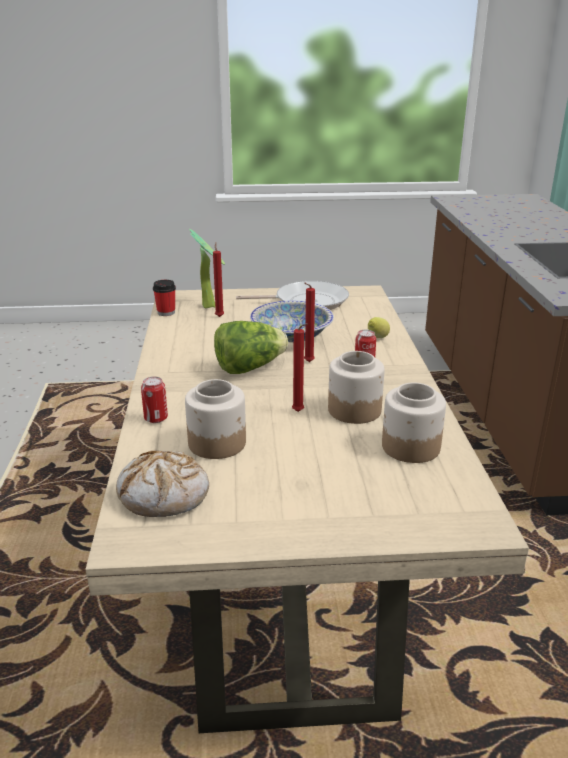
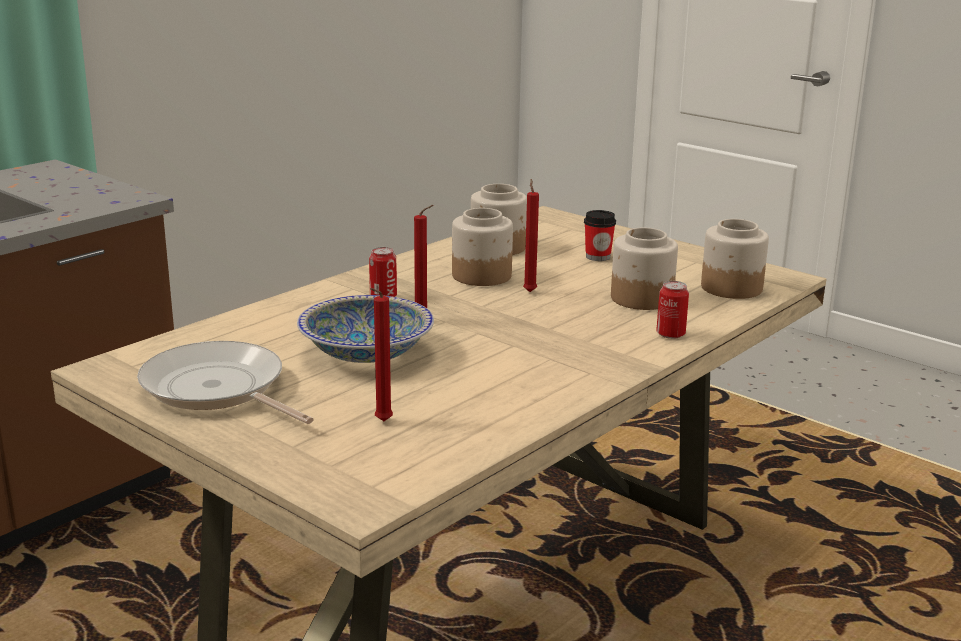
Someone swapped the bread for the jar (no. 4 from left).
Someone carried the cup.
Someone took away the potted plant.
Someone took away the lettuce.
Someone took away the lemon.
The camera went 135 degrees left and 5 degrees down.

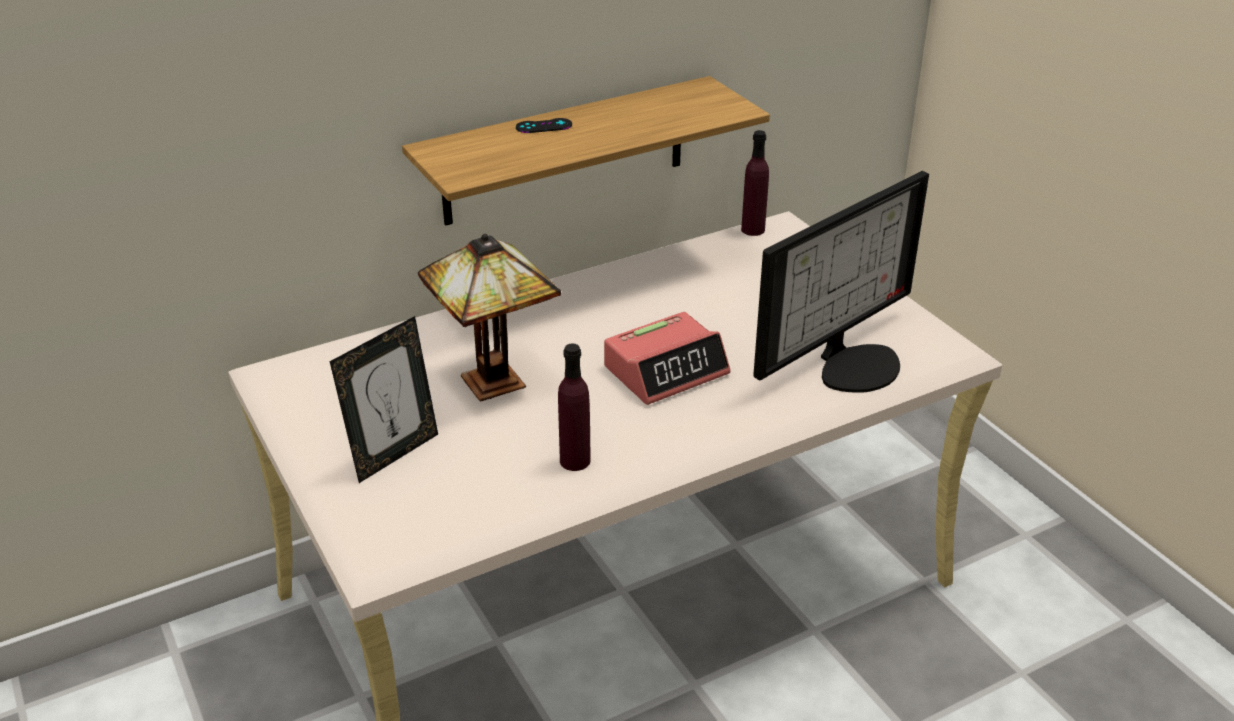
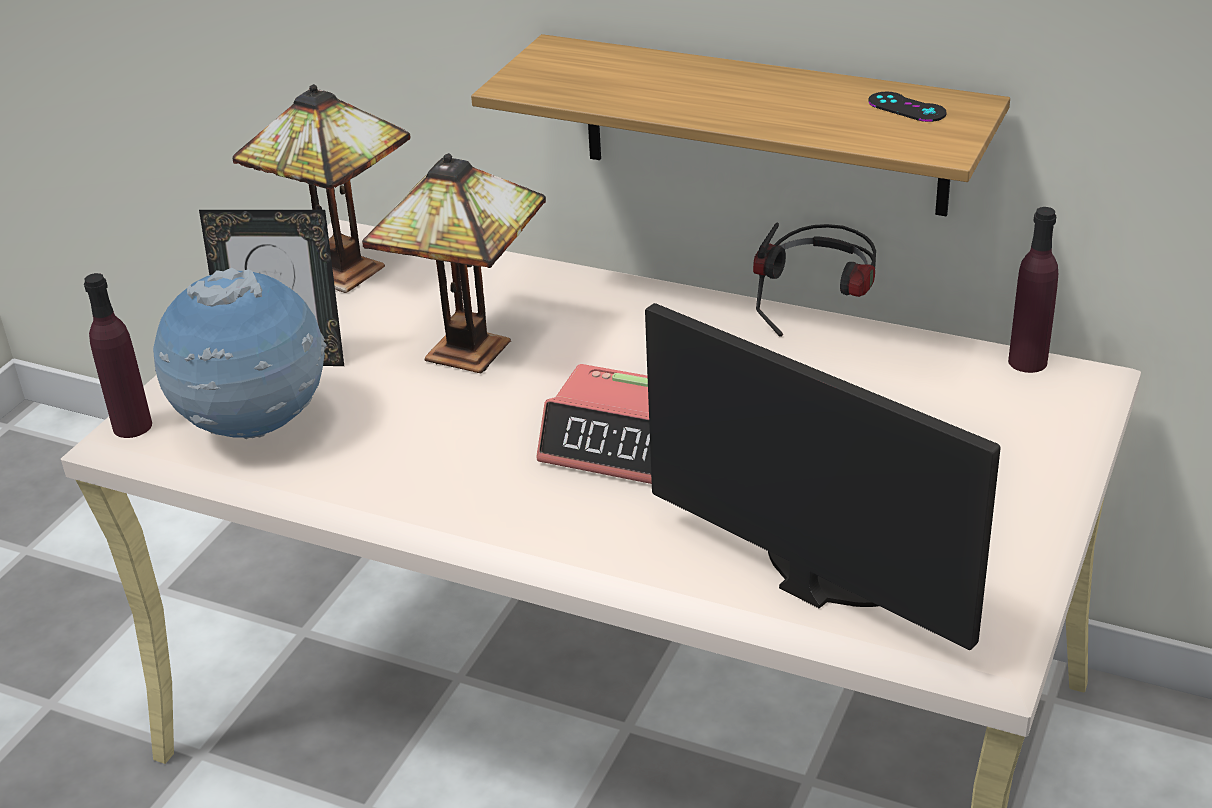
Someone carried the black game controller.
Someone carried the purple bottle (no. 1 from left).
Someone rotated the monitor by 150 degrees counterclockwise.
Someone put down the globe.
Someone put down the table lamp (no. 1 from left).
Someone put down the headphones.
The camera went 55 degrees right and 0 degrees up.

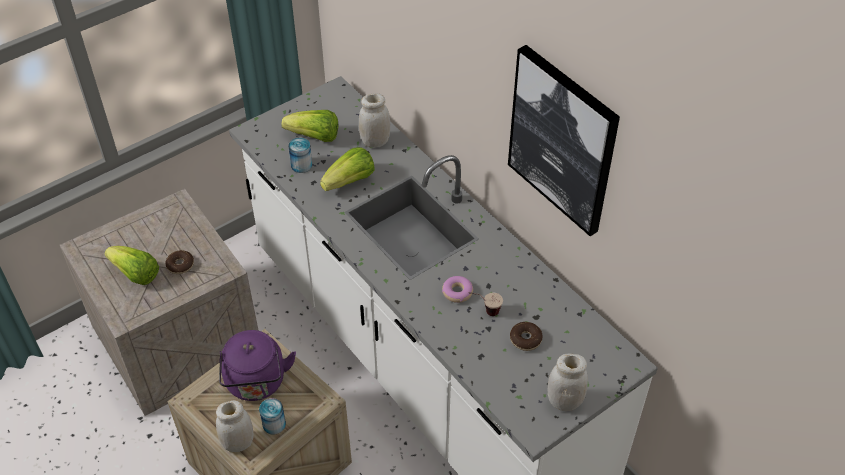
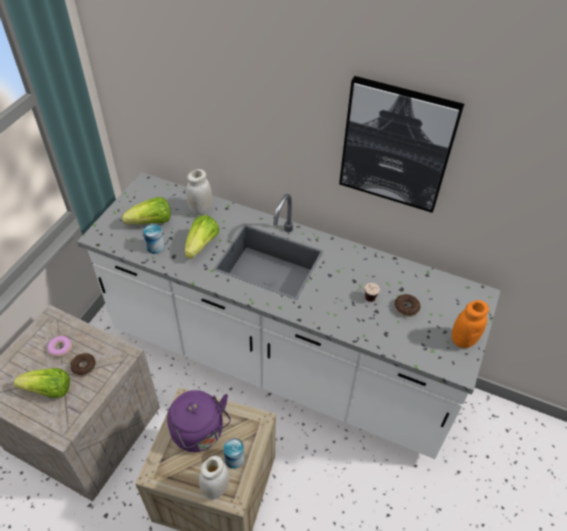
Someone carried the donut (no. 2 from left in the first image).
Someone repainted the white jar (no. 3 from left), which became the orange jar.
The camera went 30 degrees left and 0 degrees up.

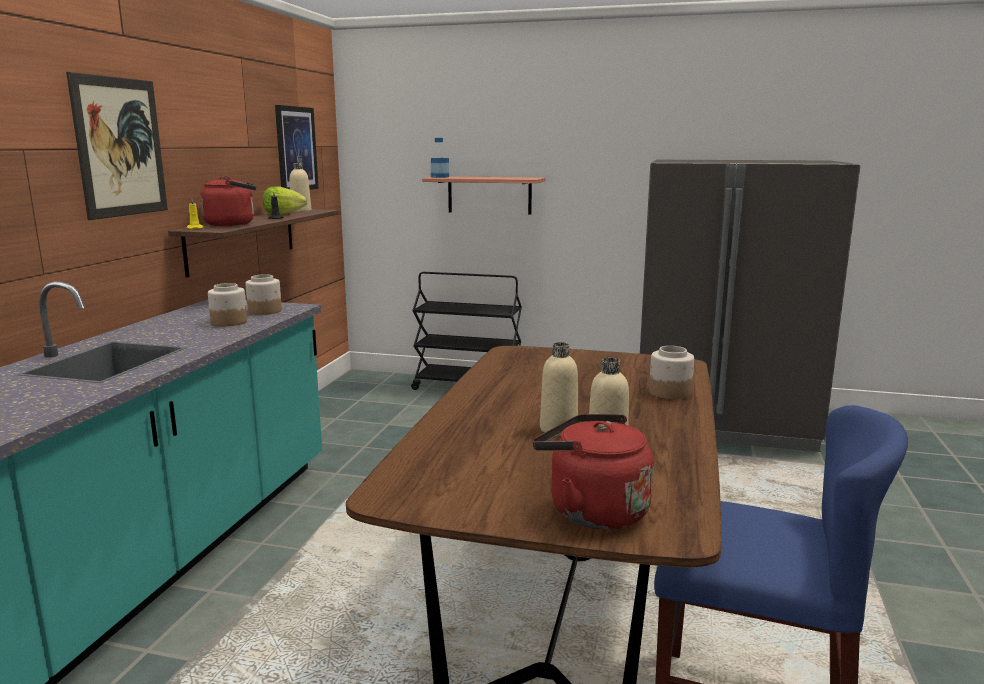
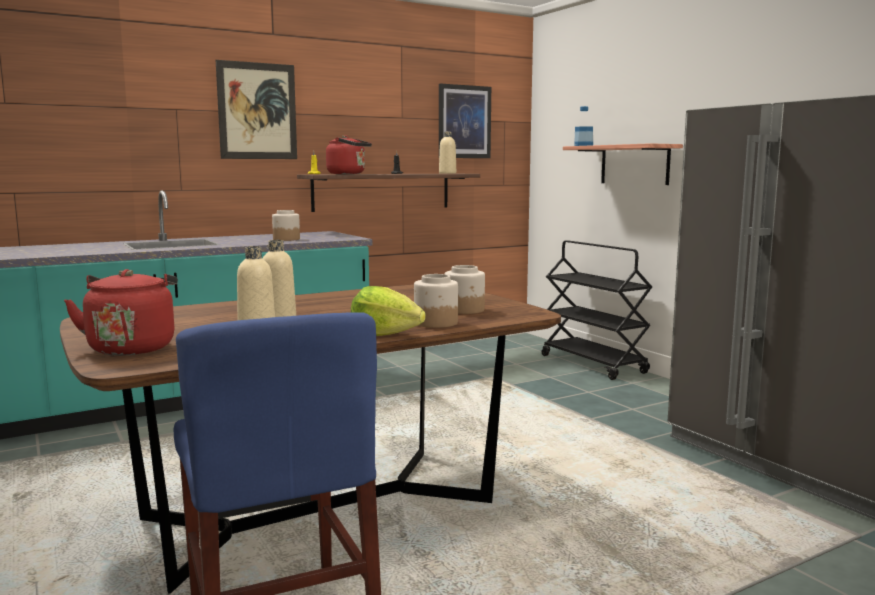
Someone carried the jar (no. 2 from left in the first image).
Someone carried the lettuce.
The camera went 45 degrees right and 5 degrees down.

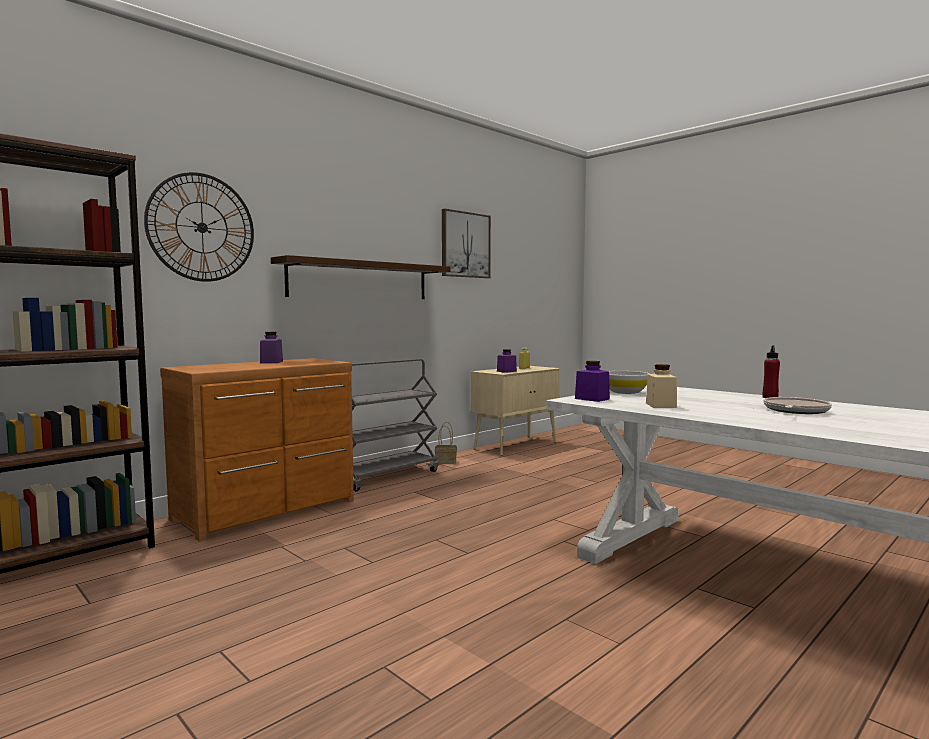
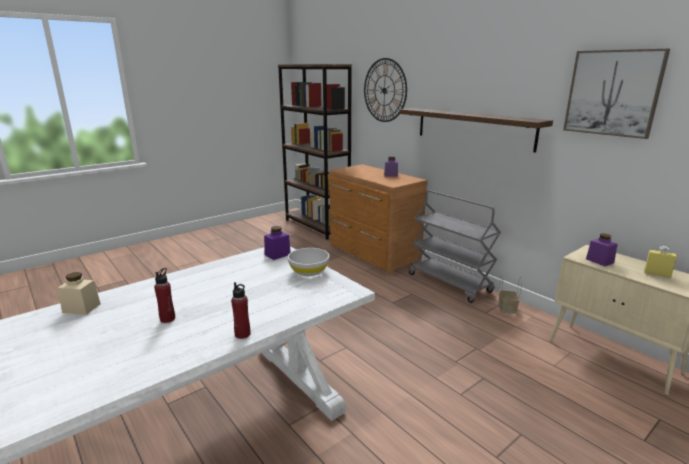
Someone carried the beige jar.
Someone swapped the frying pan for the red bottle (no. 1 from left).
The camera went 95 degrees right and 15 degrees up.

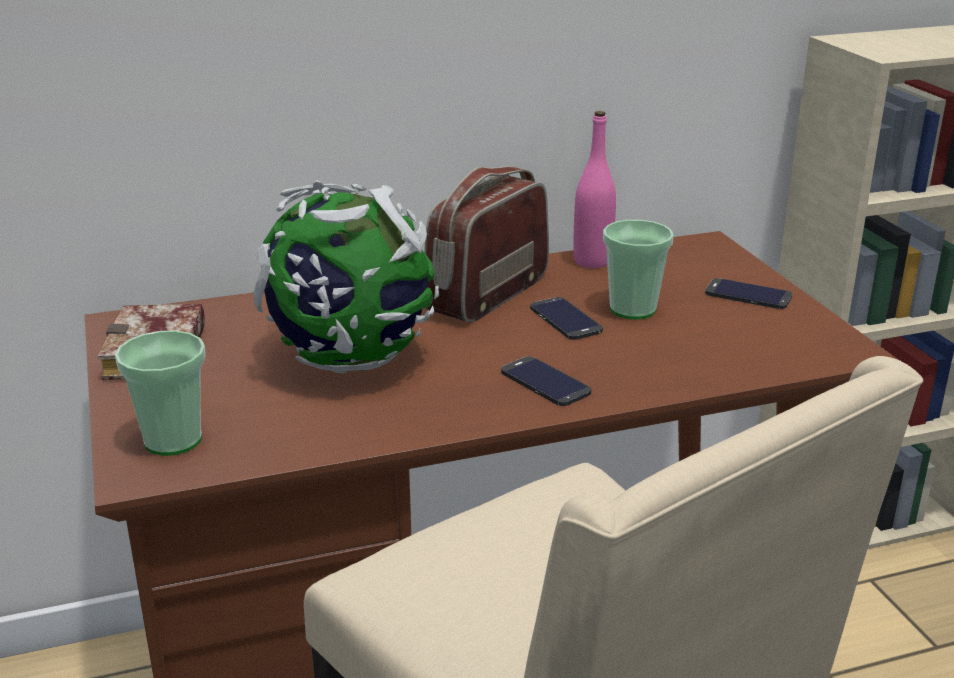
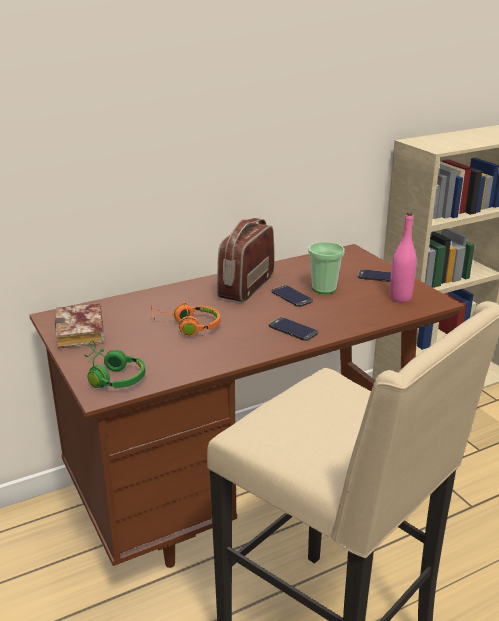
Someone swapped the cup (no. 1 from left) for the green headphones.
Someone swapped the globe for the orange headphones.
Someone carried the pink bottle.
The camera went 10 degrees left and 0 degrees up.

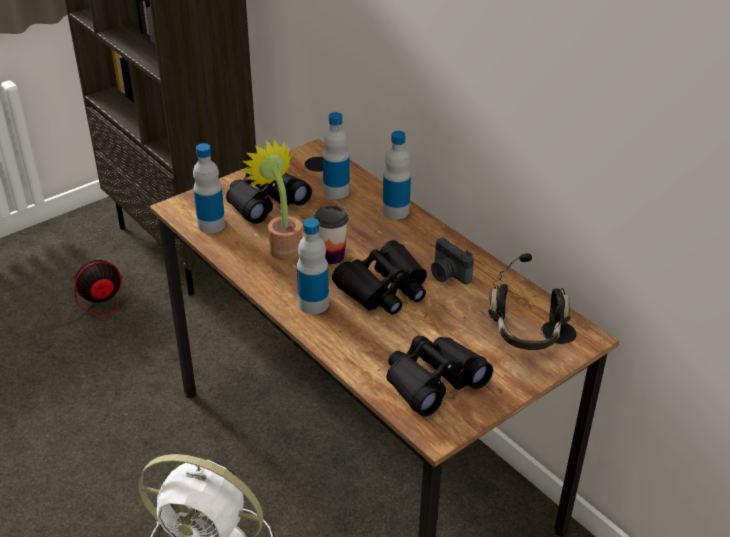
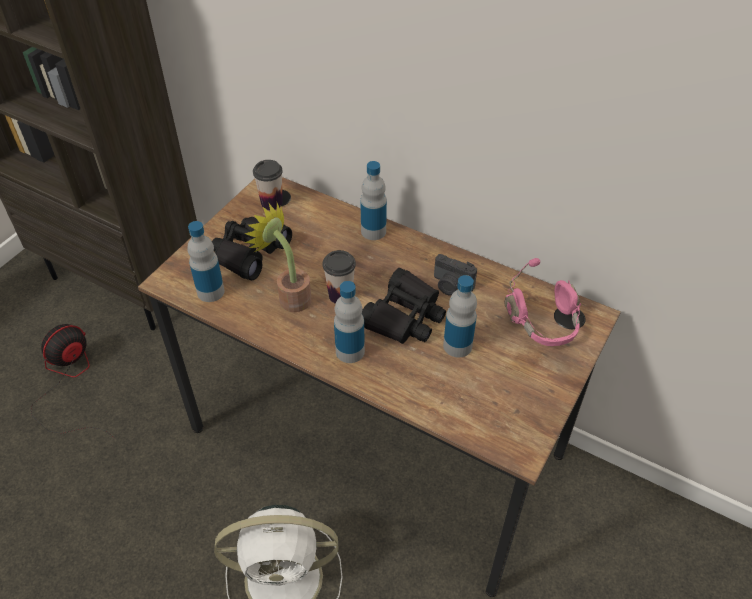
Someone carried the bottle (no. 3 from left in the first image).
Someone took away the black binoculars (no. 3 from left).
Someone repainted the black headphones, which became the pink headphones.
Someone put down the cup (no. 1 from left).
The camera went 20 degrees left and 10 degrees up.

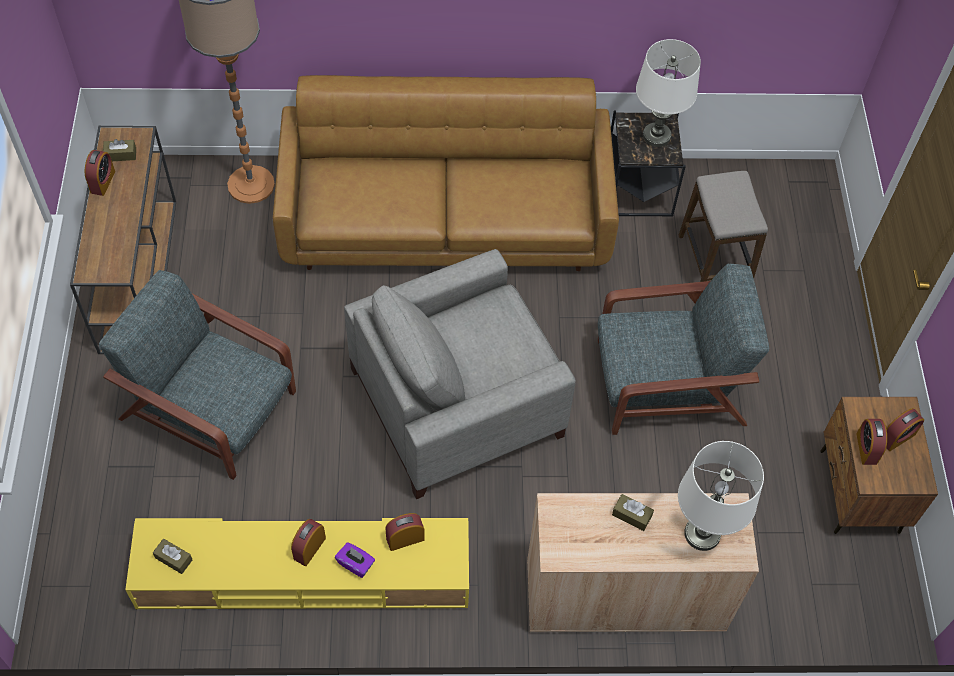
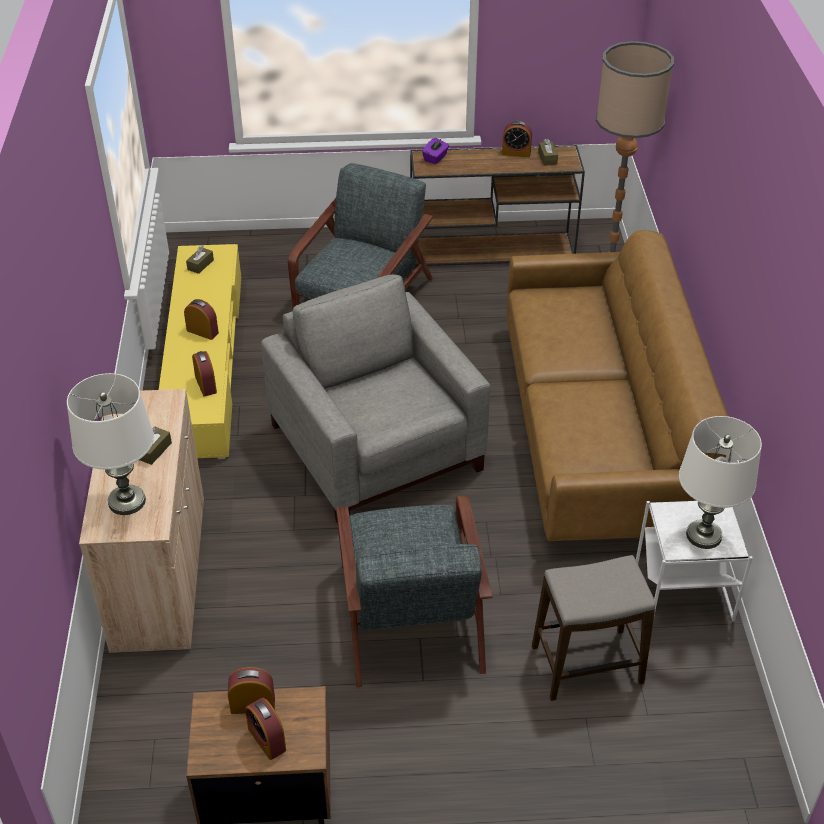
Someone carried the purple tissue box.
Someone repainted the black side table, which became the white side table.
The camera went 90 degrees right and 15 degrees down.

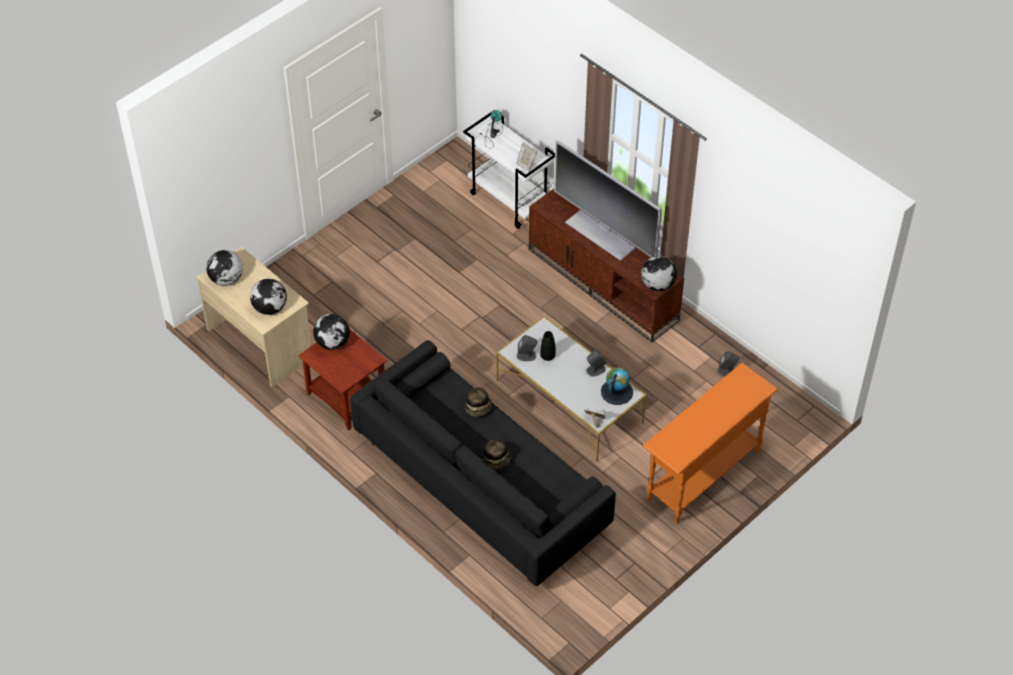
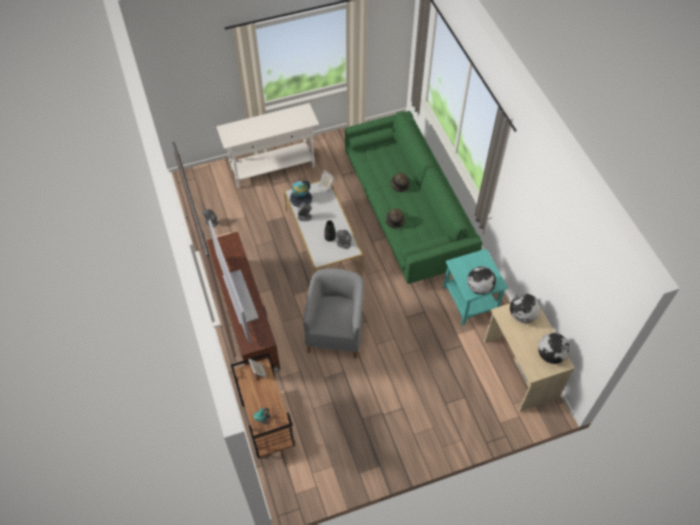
Someone repainted the brown side table, which became the turquoise side table.
Someone repainted the black sofa, which became the green sofa.
Someone repainted the white cart, which became the brown cart.
Someone took away the globe (no. 5 from left).
Someone repainted the orange console table, which became the white console table.
Someone put down the grey armchair.
The camera went 155 degrees left and 5 degrees up.

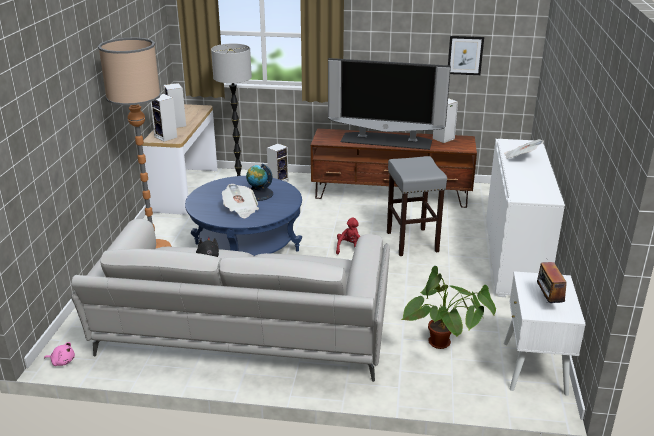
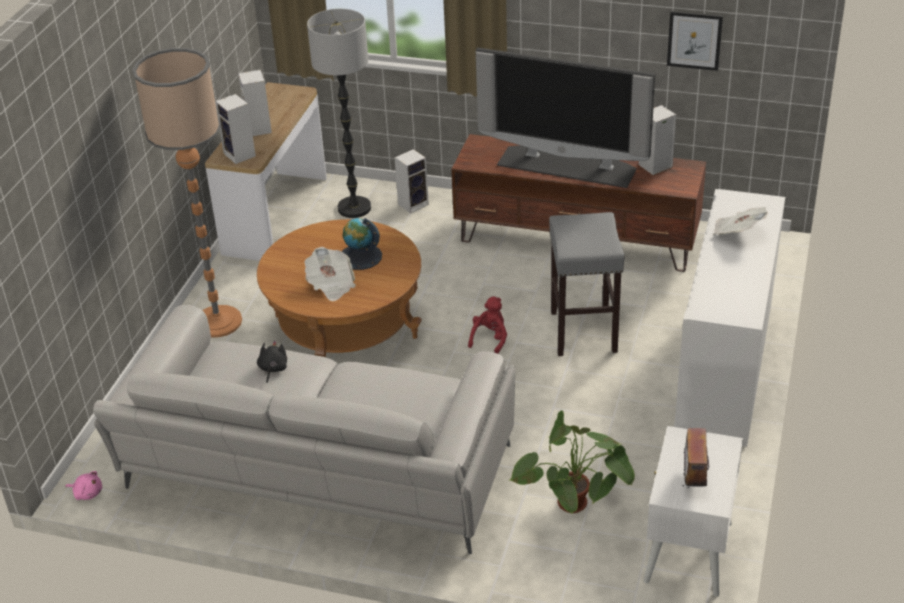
Someone repainted the blue coffee table, which became the brown coffee table.
The camera went 10 degrees right and 10 degrees up.

